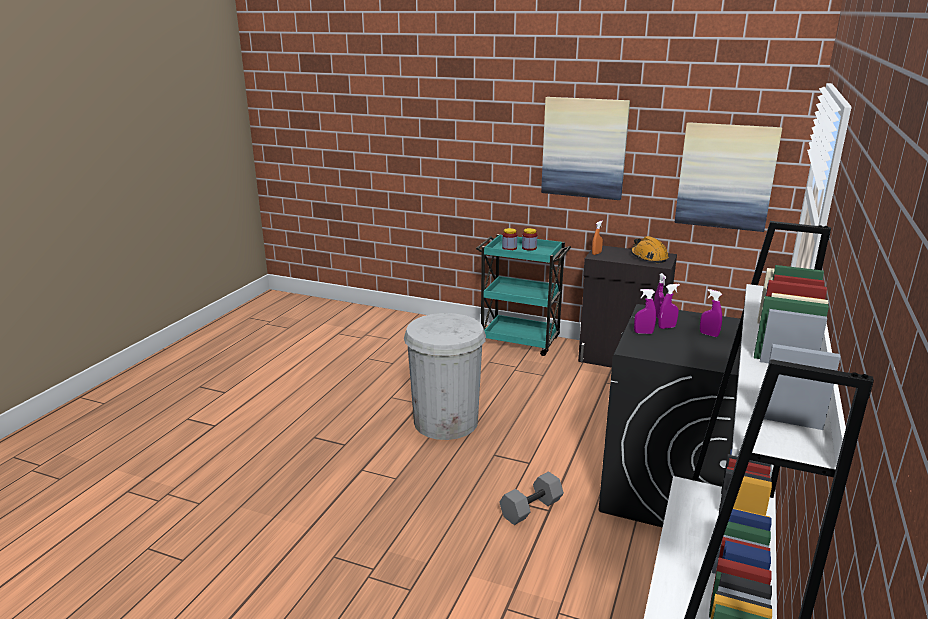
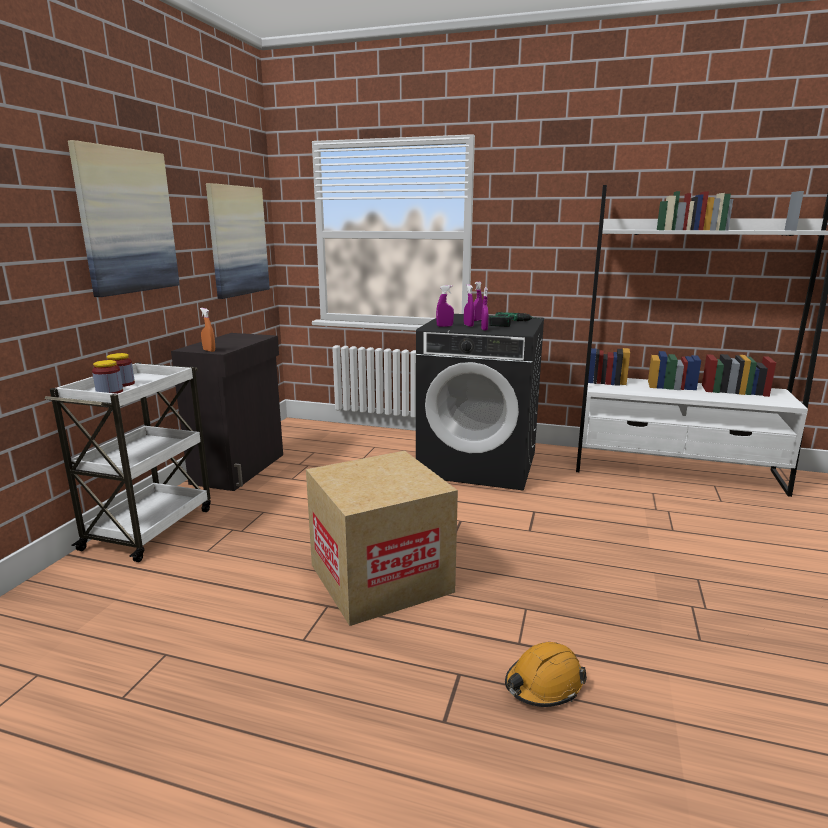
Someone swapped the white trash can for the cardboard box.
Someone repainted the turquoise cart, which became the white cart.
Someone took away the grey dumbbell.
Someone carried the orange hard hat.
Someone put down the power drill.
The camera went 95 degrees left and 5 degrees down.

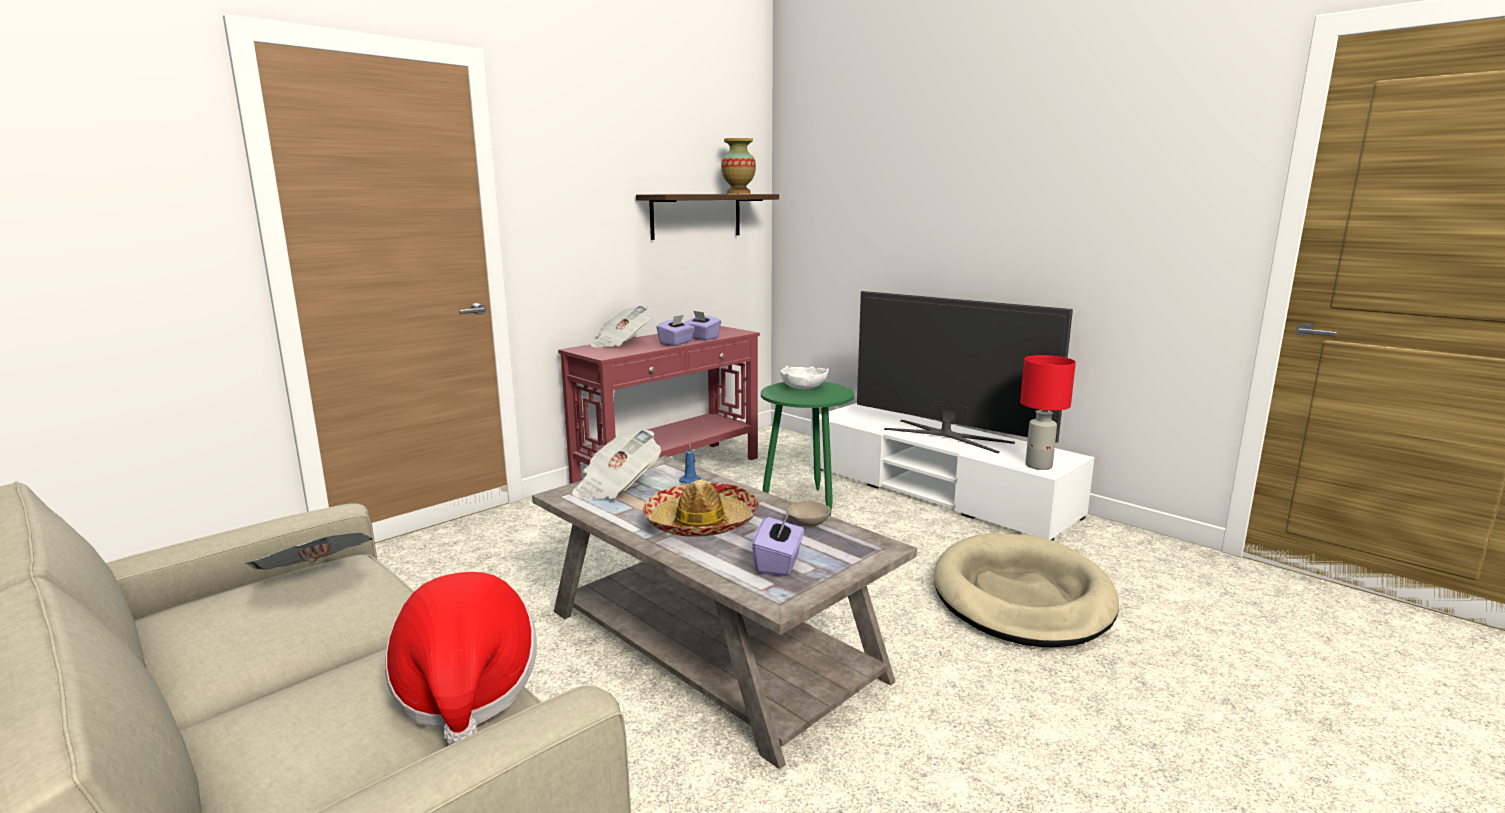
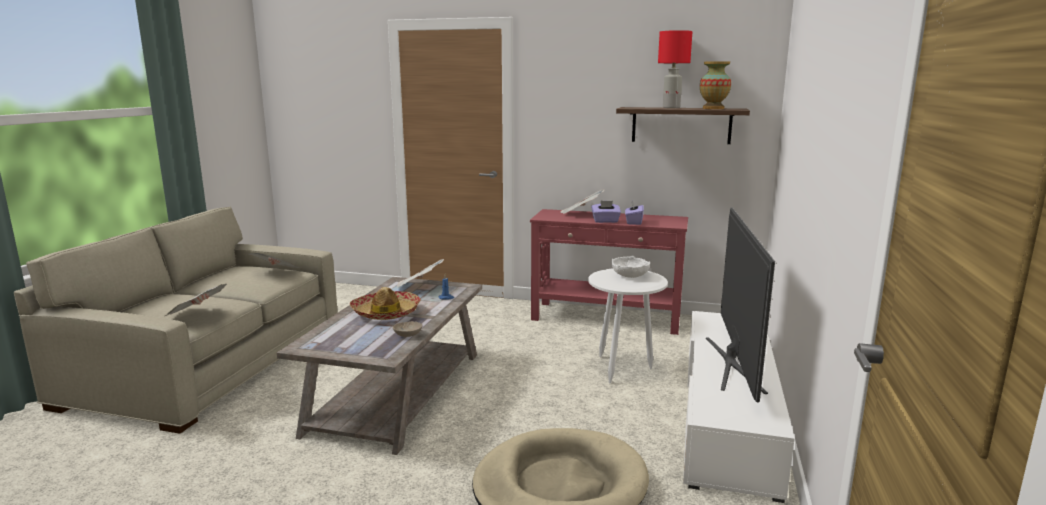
Someone swapped the hat (no. 1 from left) for the newspaper (no. 1 from left).
Someone took away the purple tissue box (no. 3 from left).
Someone repainted the green side table, which became the white side table.
Someone carried the red table lamp.
The camera went 60 degrees right and 0 degrees up.

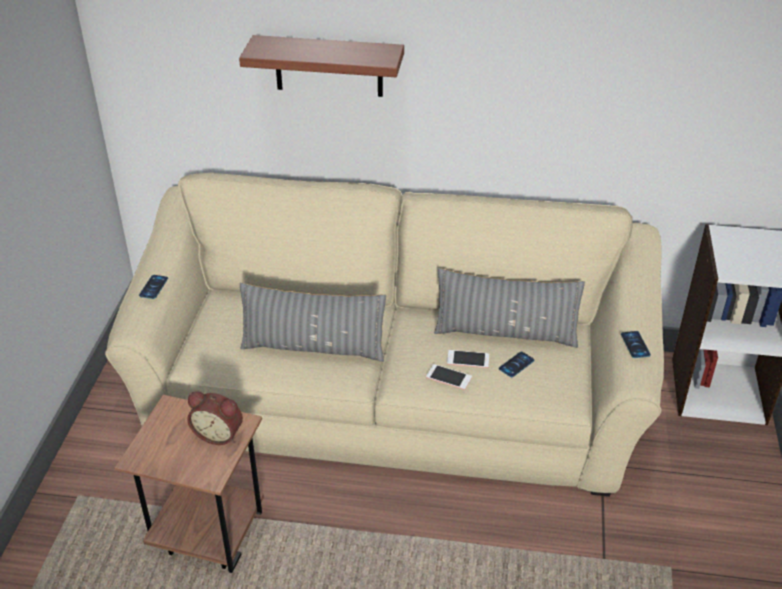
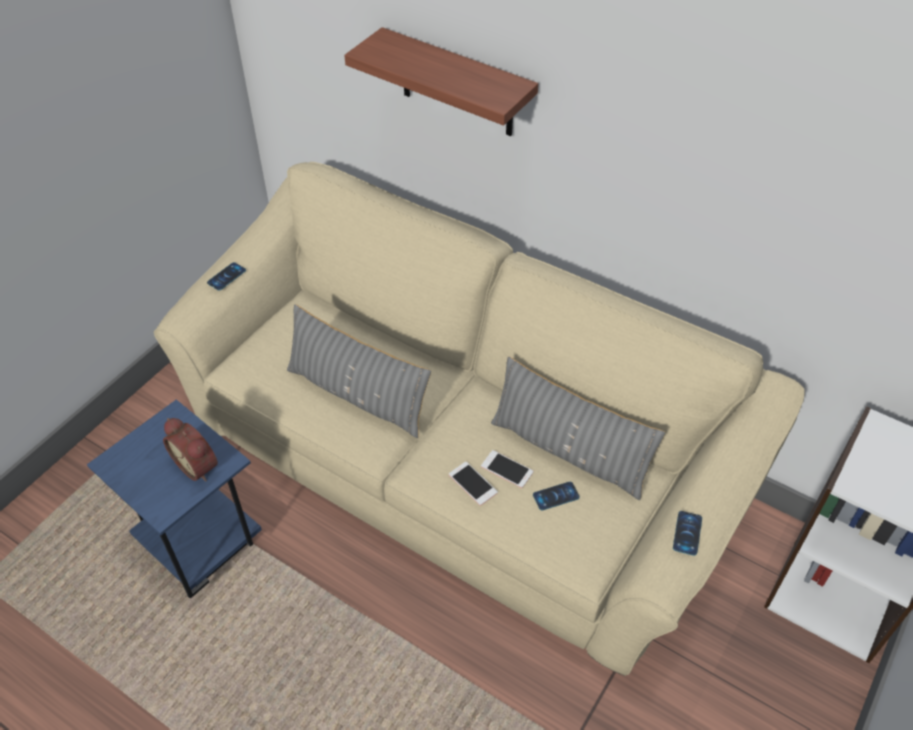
Someone repainted the brown side table, which became the blue side table.
The camera went 25 degrees right and 10 degrees up.

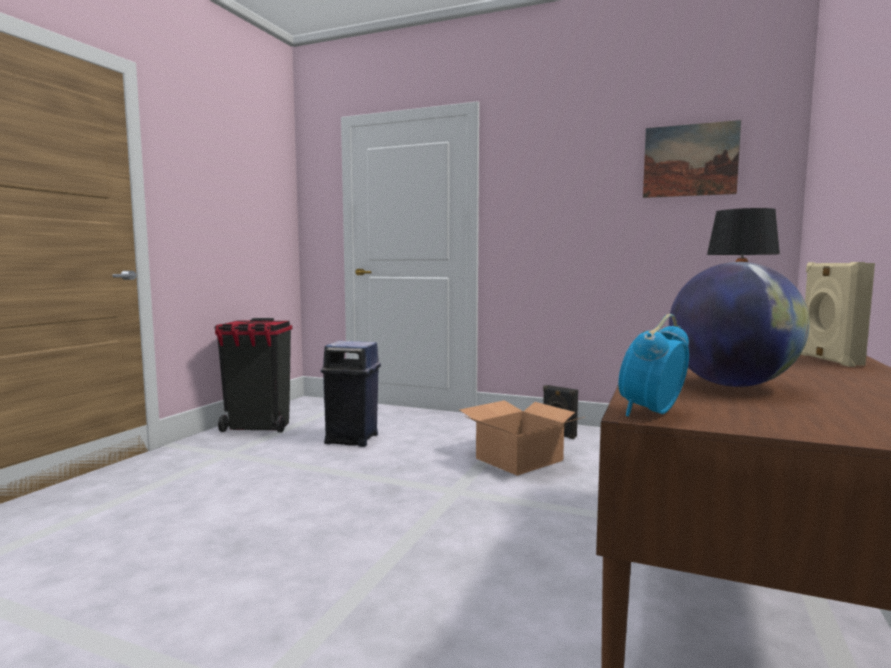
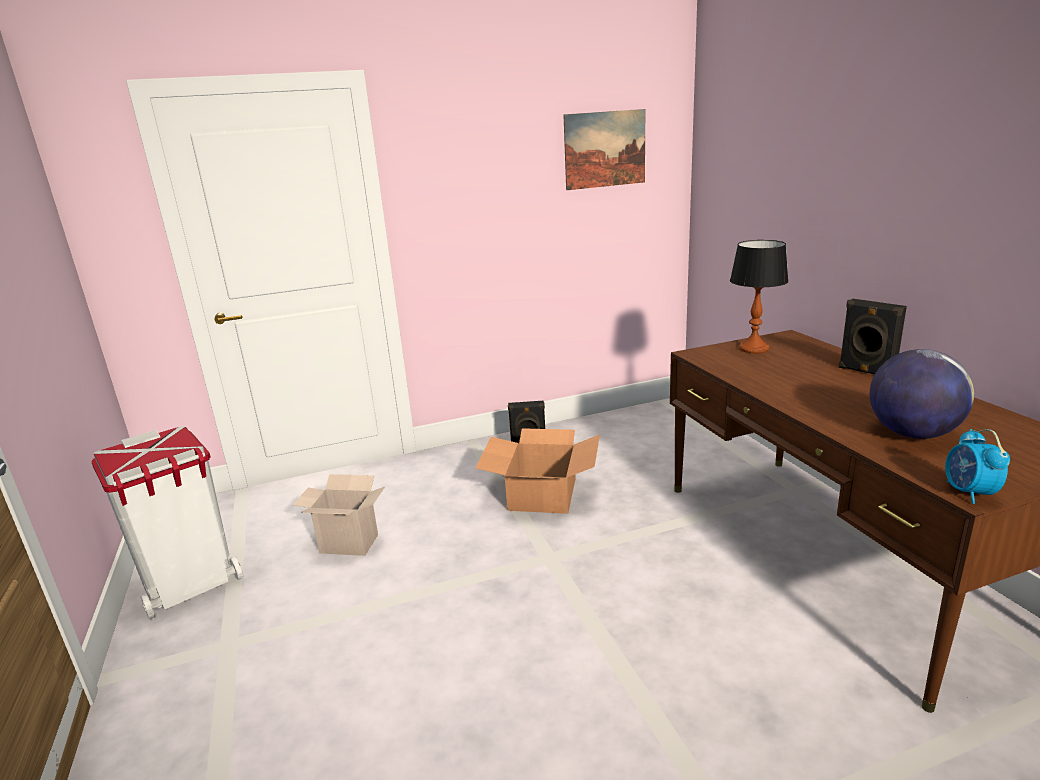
Someone repainted the black trash can, which became the white trash can.
Someone swapped the blue trash can for the cardboard box (no. 1 from left).
Someone repainted the beige speaker, which became the black speaker (no. 2 from left).
The camera went 40 degrees left and 15 degrees up.

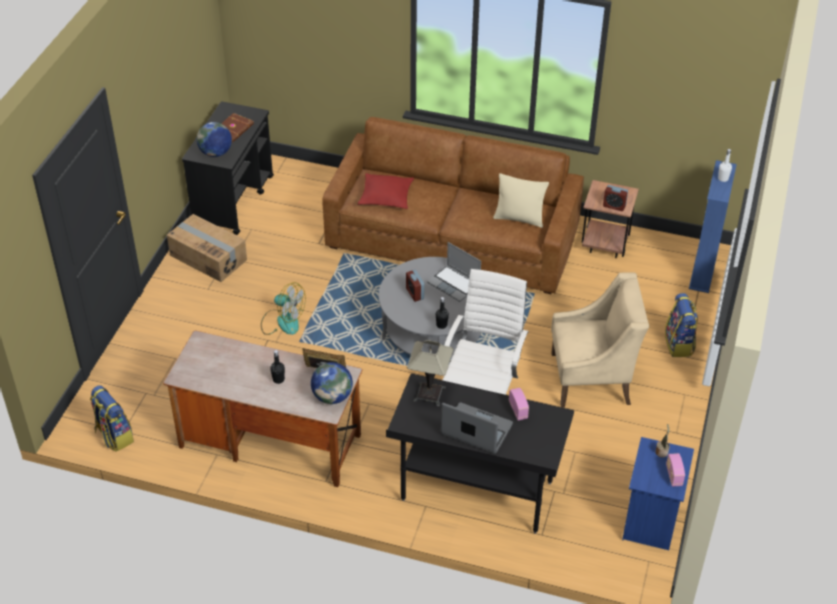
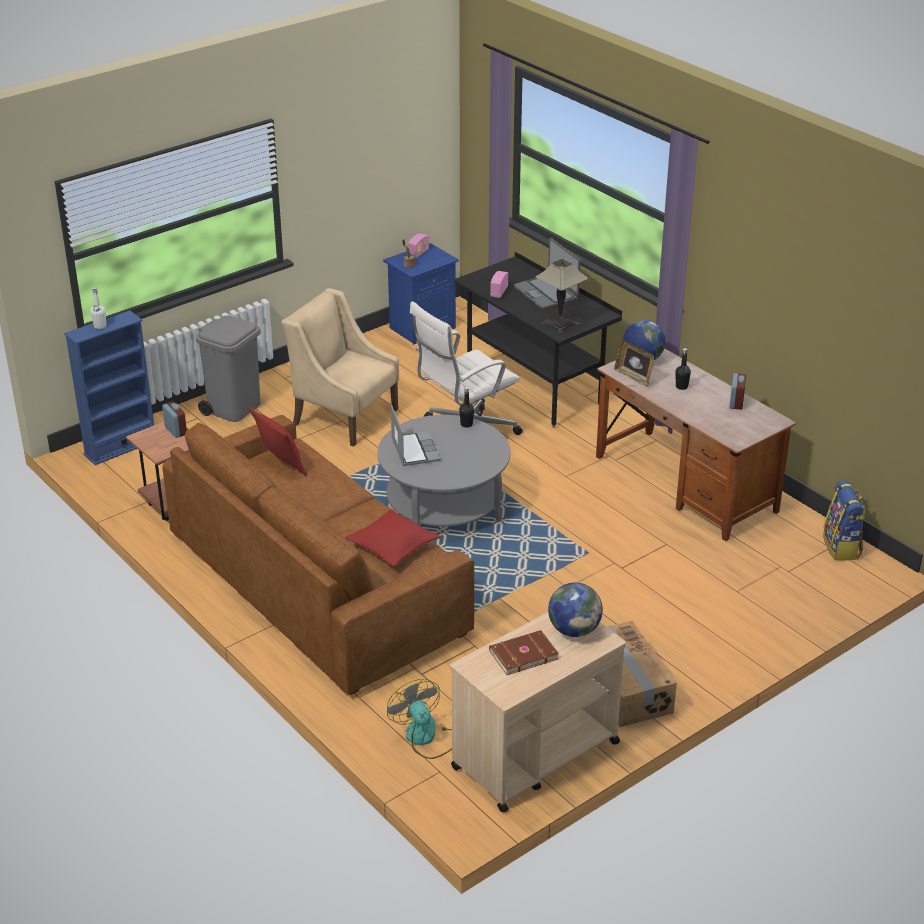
Someone repainted the black cart, which became the beige cart.
Someone carried the fan.
Someone carried the alarm clock (no. 1 from left in the first image).
Someone repainted the beige pillow, which became the red pillow (no. 1 from left).
Someone swapped the backpack (no. 2 from left) for the grey trash can.
The camera went 145 degrees left and 10 degrees down.

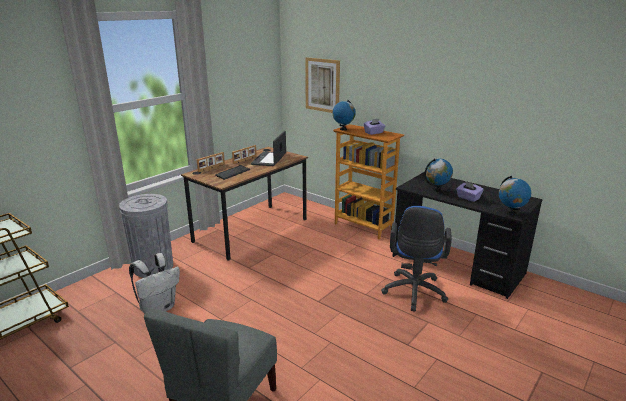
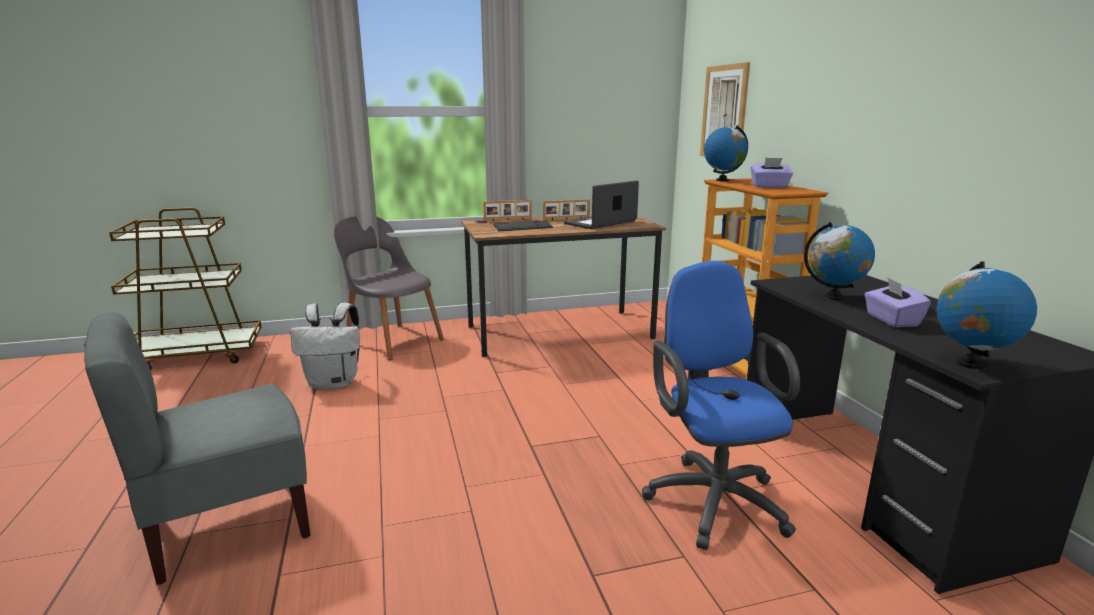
Someone swapped the grey trash can for the grey chair (no. 2 from left).
Someone rotated the blue office chair by 120 degrees clockwise.
The camera went 35 degrees right and 5 degrees down.

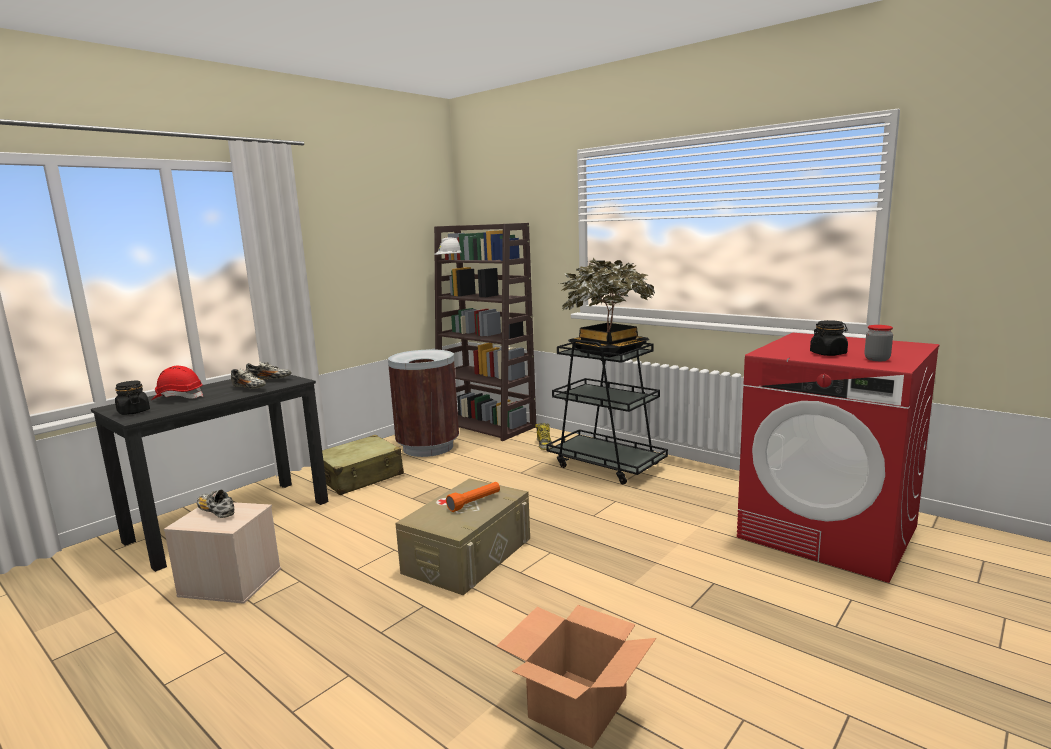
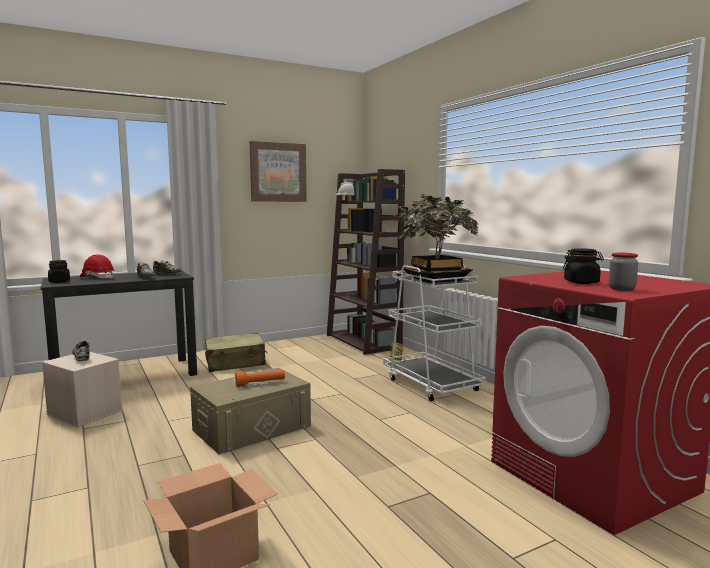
Someone took away the brown trash can.
Someone repainted the black cart, which became the white cart.
Someone put up the picture.
The camera went 20 degrees right and 5 degrees down.

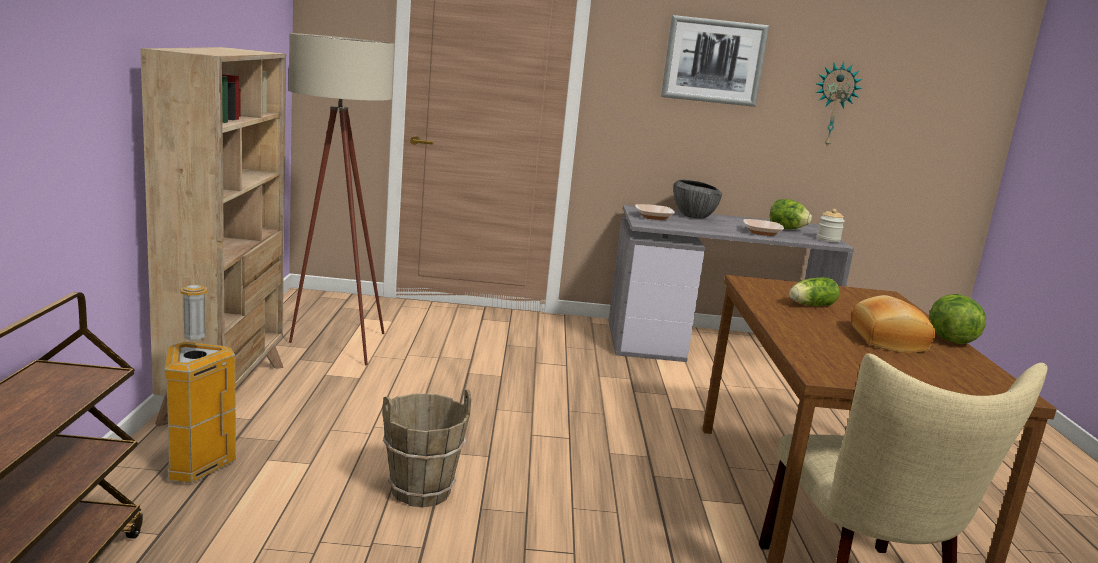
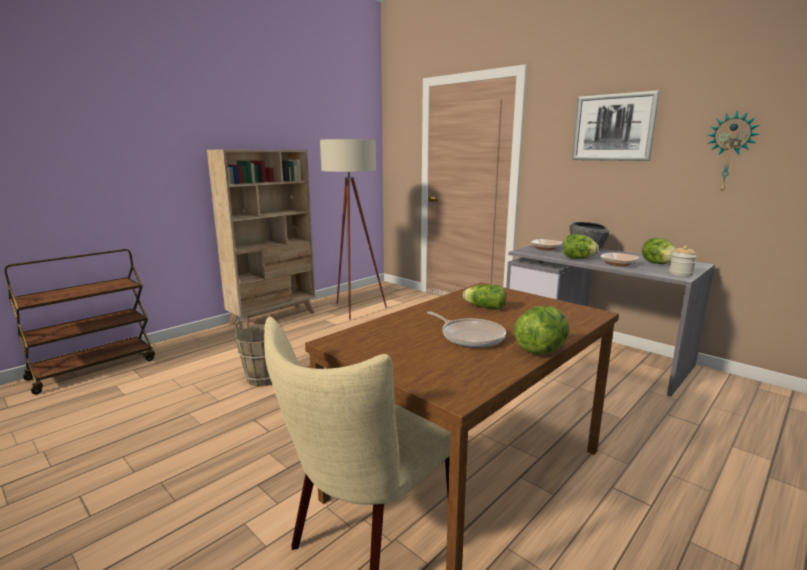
Someone took away the trash can.
Someone swapped the bread for the frying pan.
Someone put down the lettuce (no. 3 from left).
The camera went 45 degrees right and 0 degrees up.

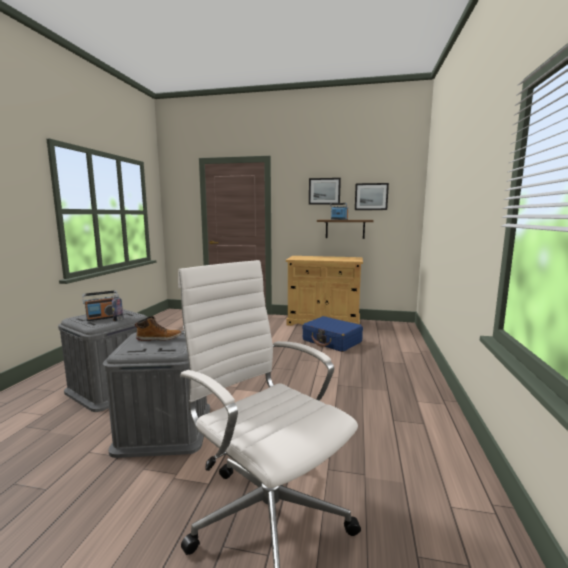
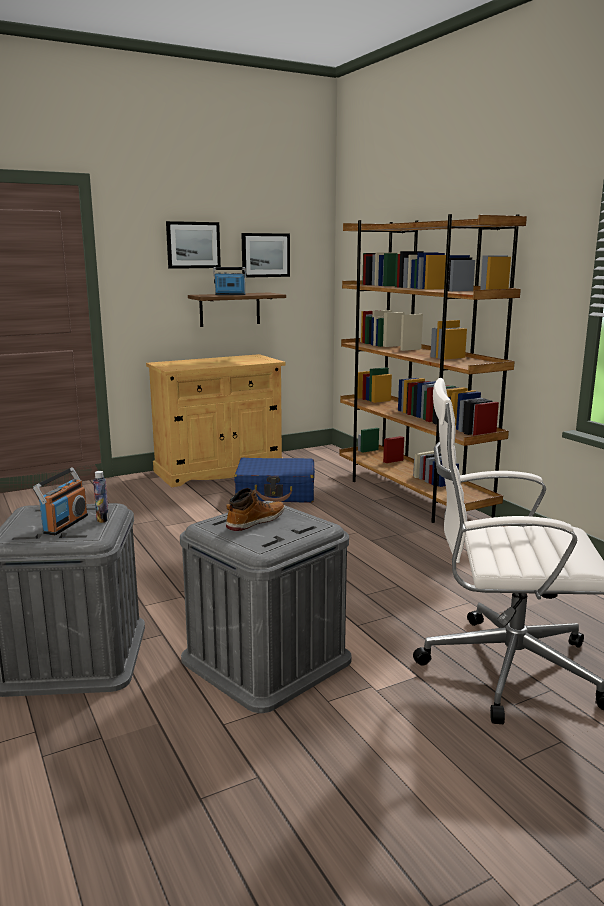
Someone put down the brown bookcase.
The camera went 40 degrees left and 5 degrees up.

